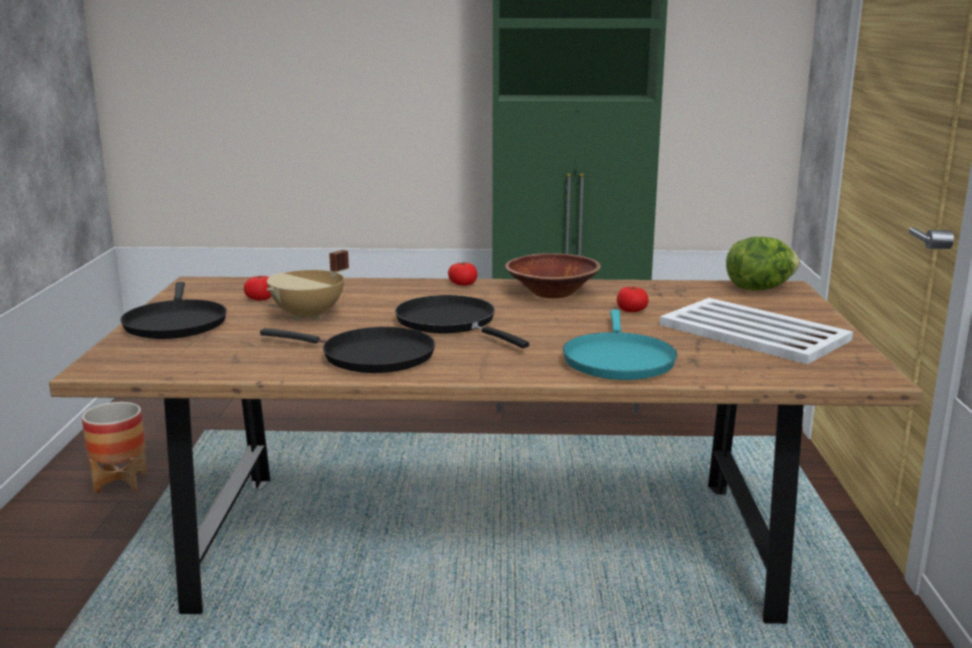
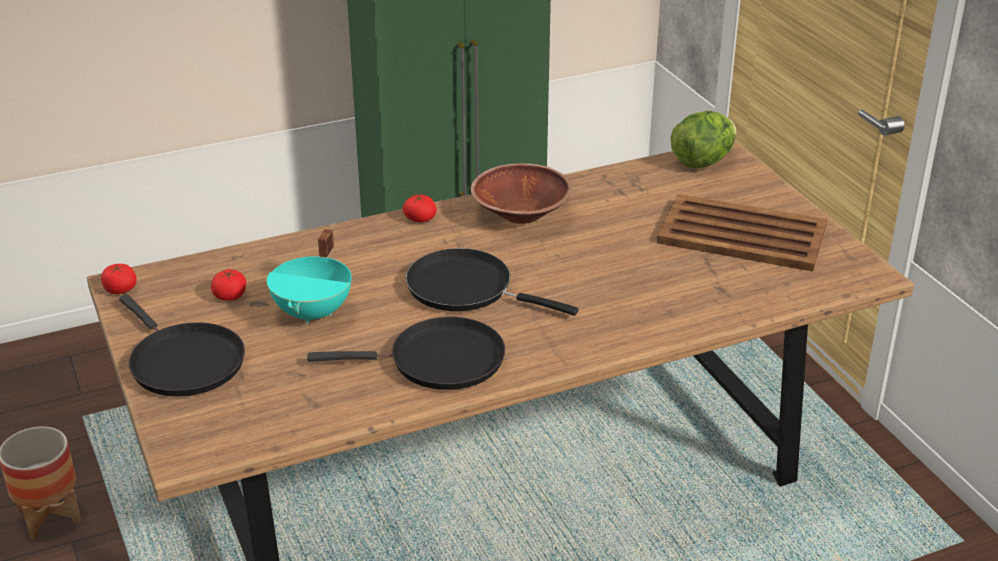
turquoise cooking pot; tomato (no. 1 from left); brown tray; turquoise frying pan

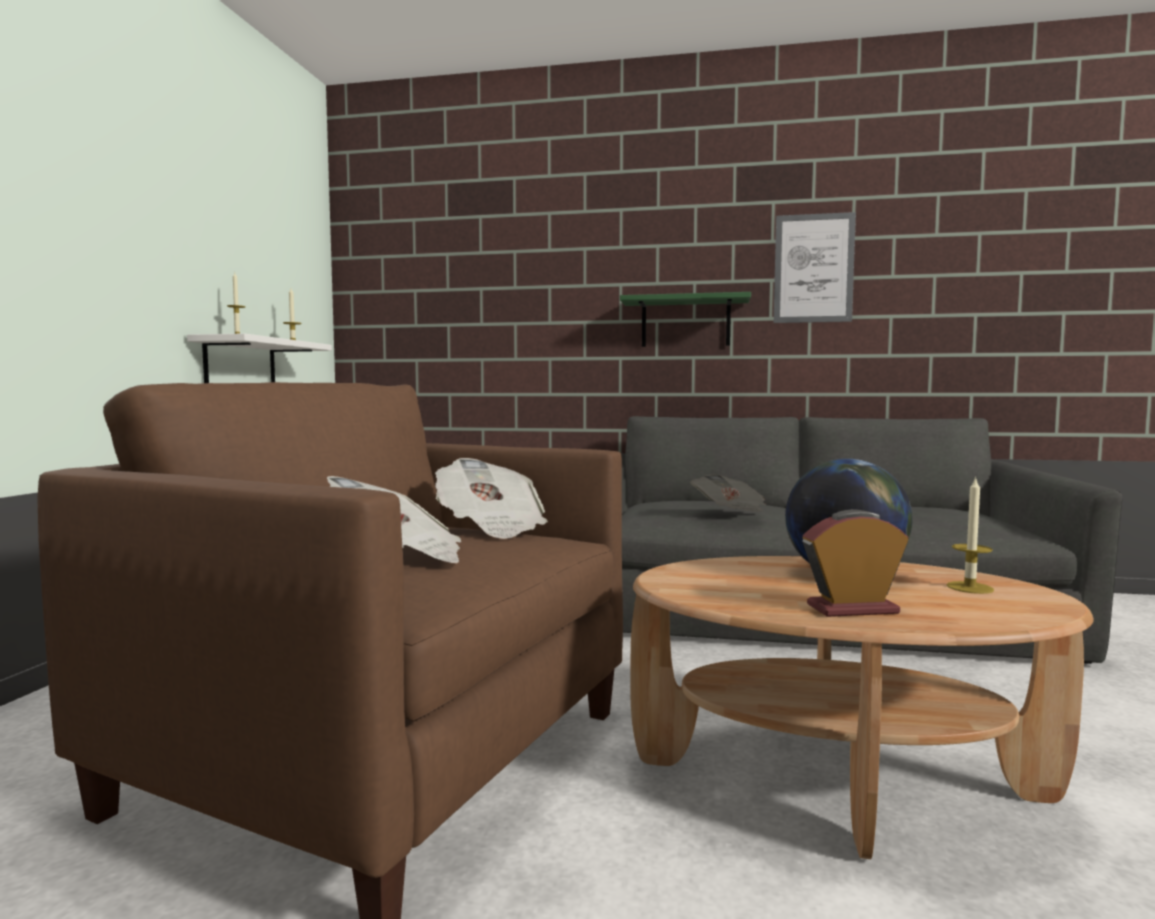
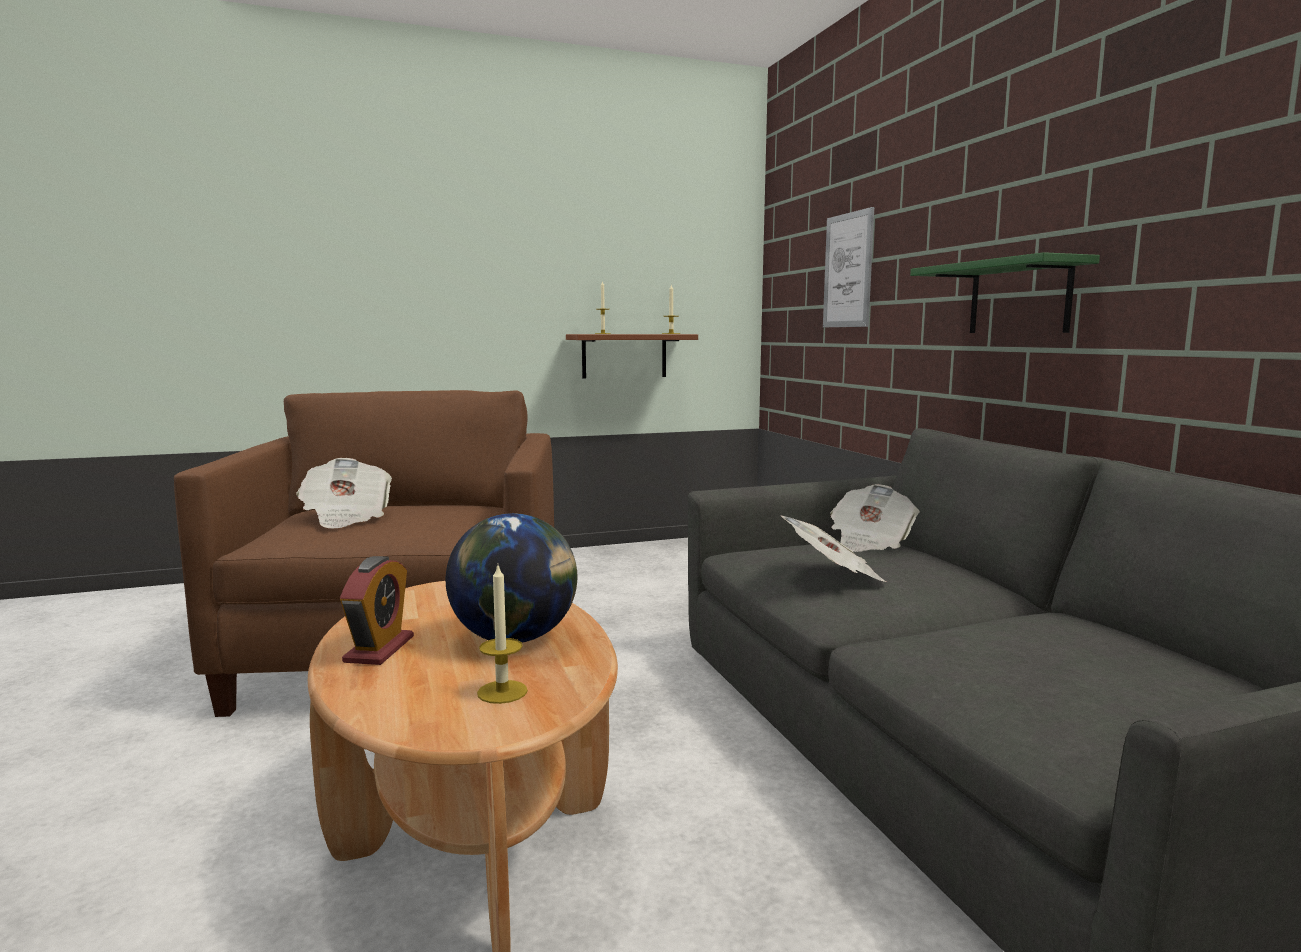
picture; brown shelf; newspaper (no. 3 from left); alarm clock

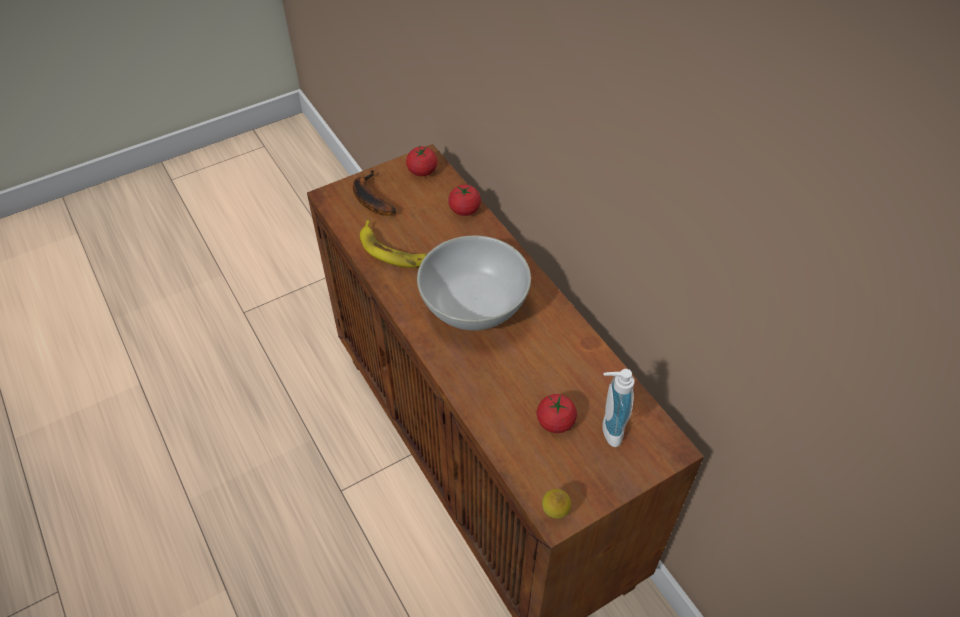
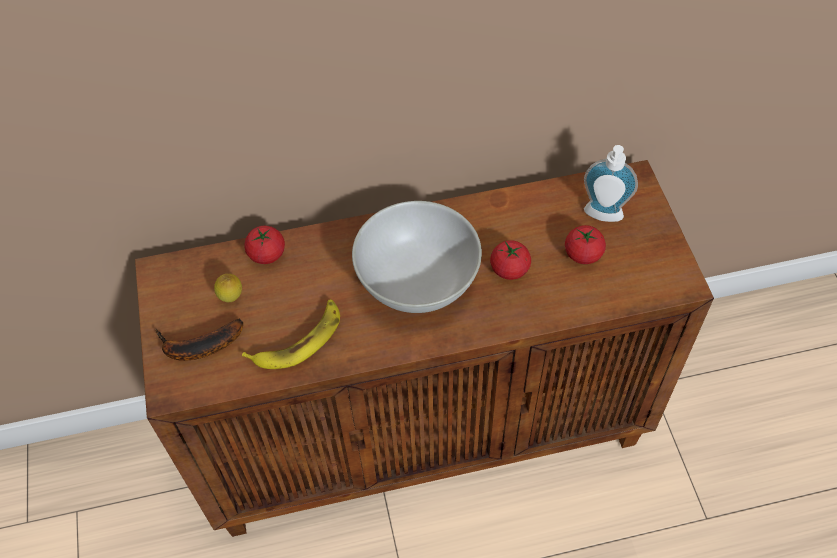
tomato (no. 2 from left); lemon

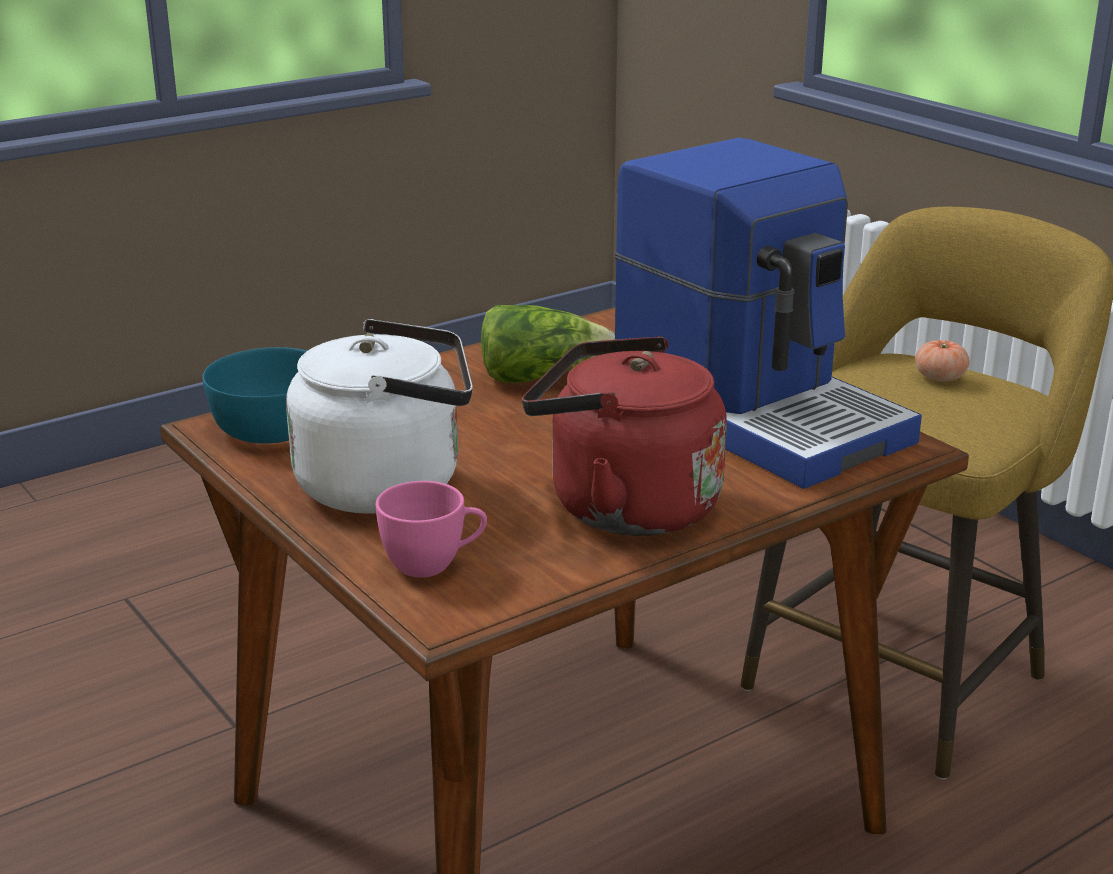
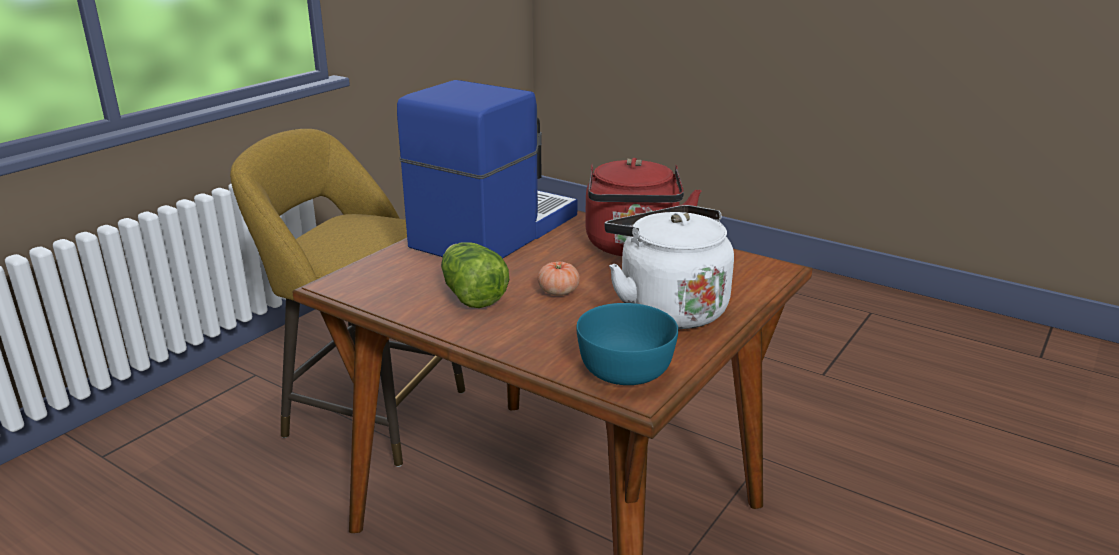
tomato; pink cup

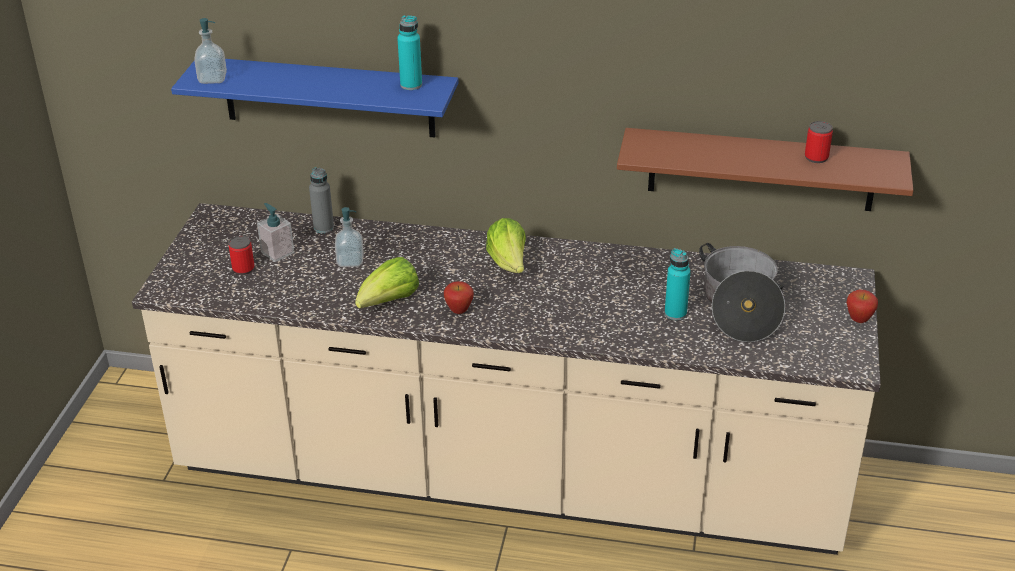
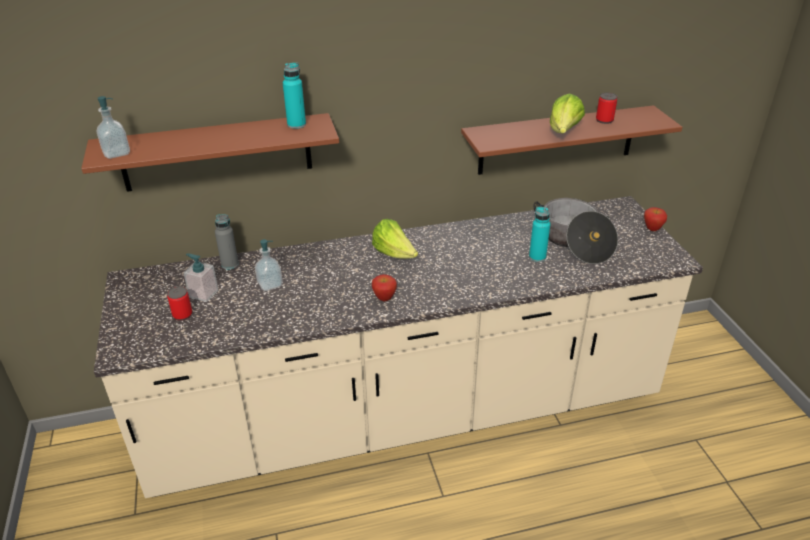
brown shelf (no. 1 from left); lettuce (no. 2 from left)

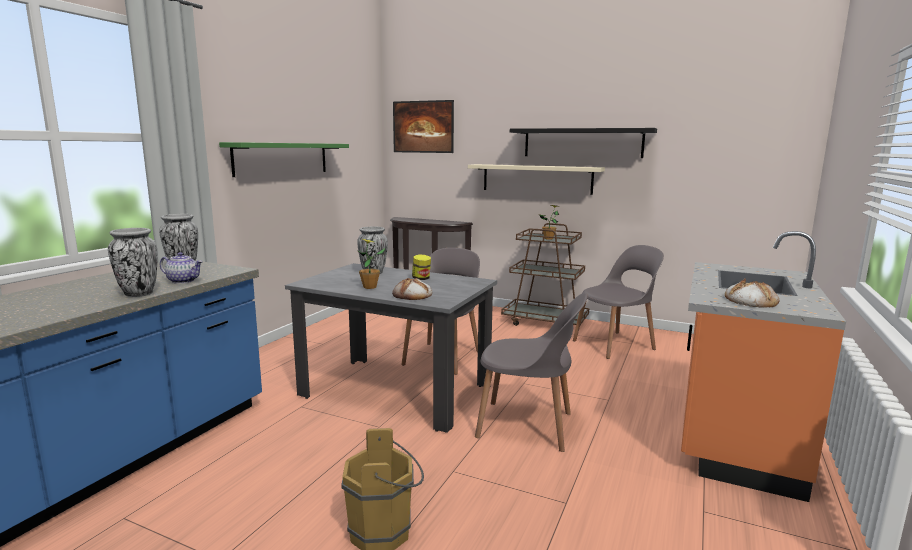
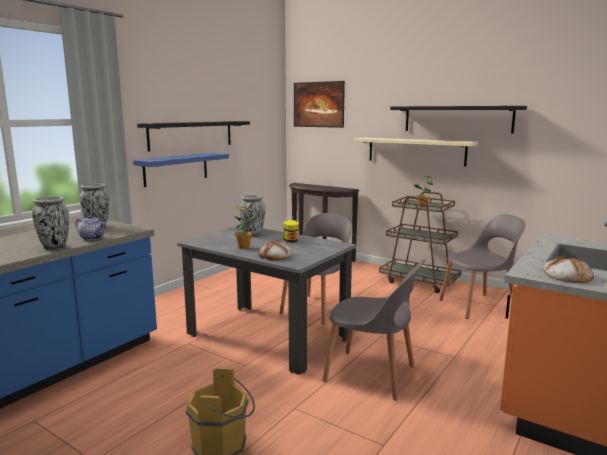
black shelf (no. 1 from left); blue shelf

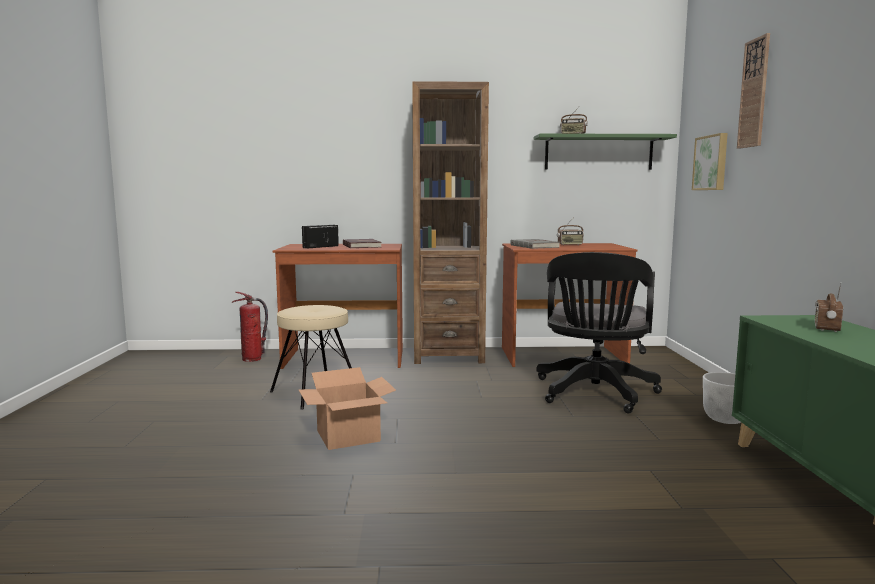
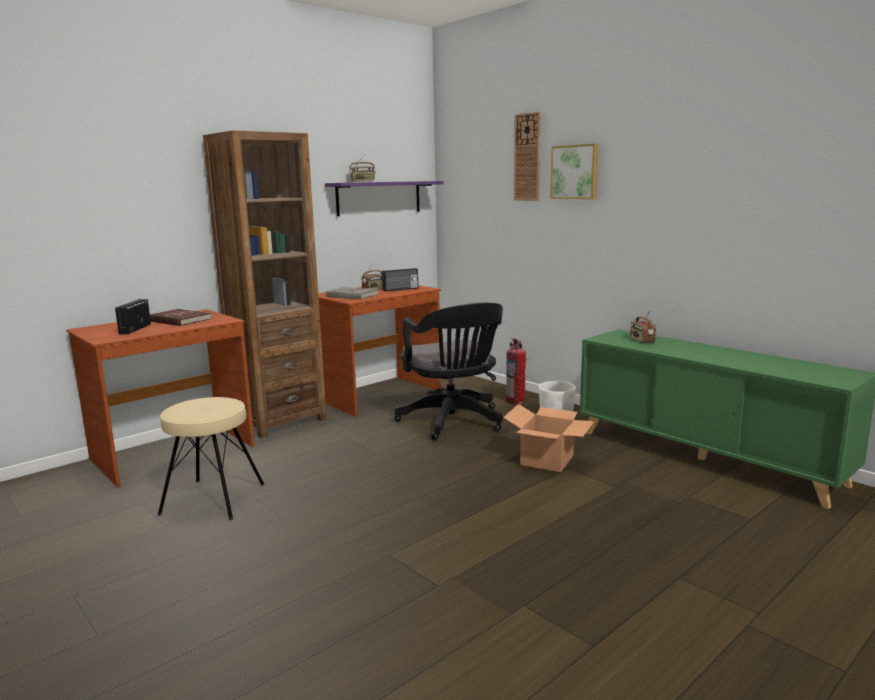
purple shelf; picture; fire extinguisher; cardboard box; radio (no. 4 from left)

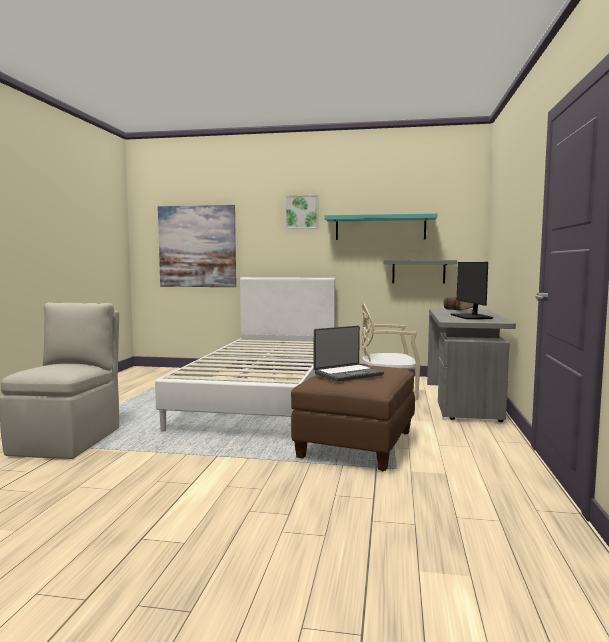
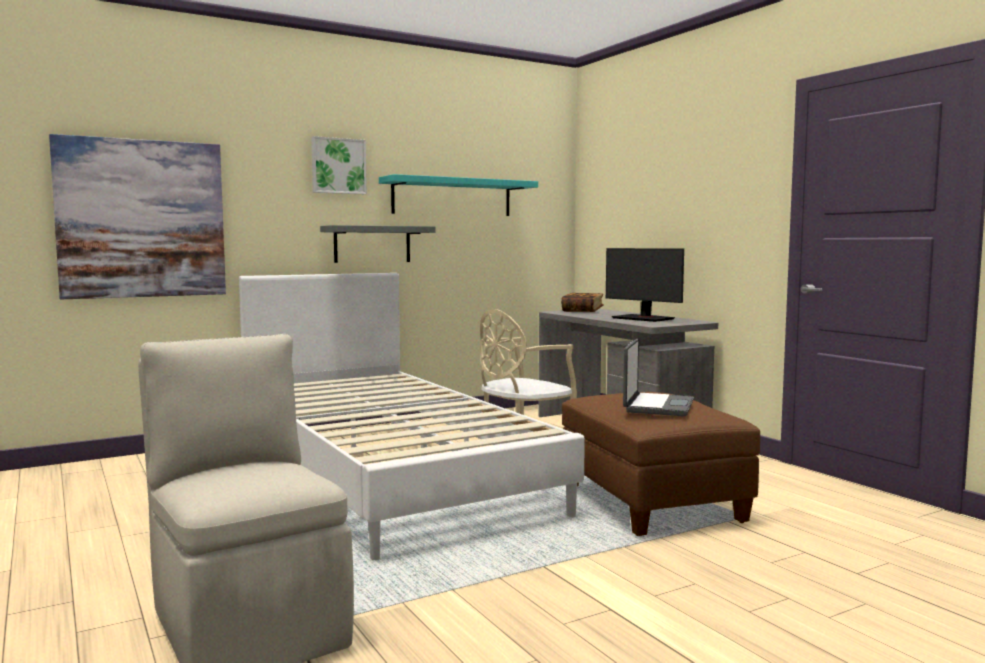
grey shelf

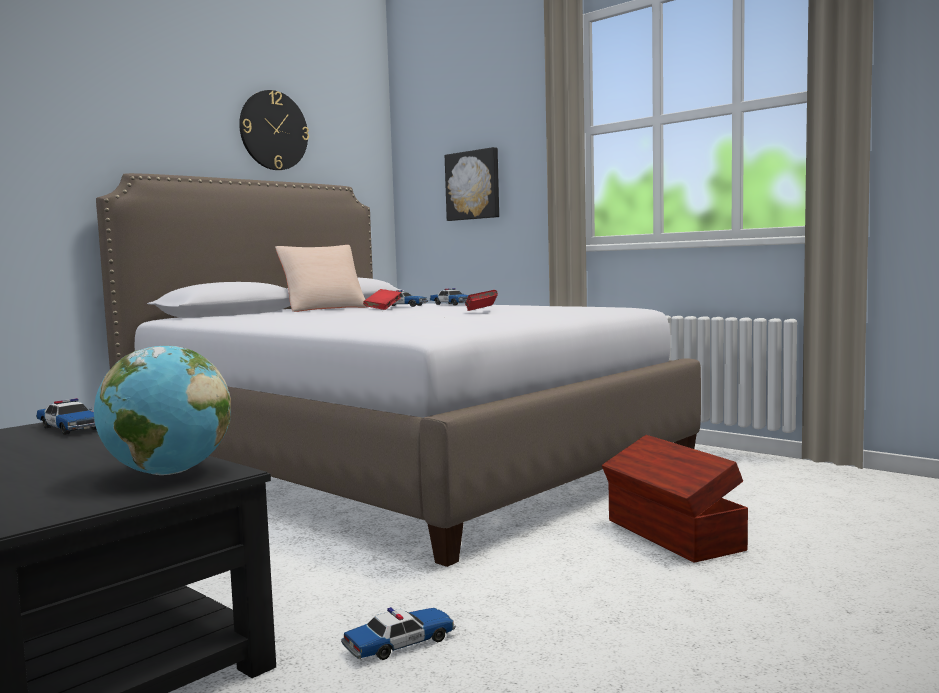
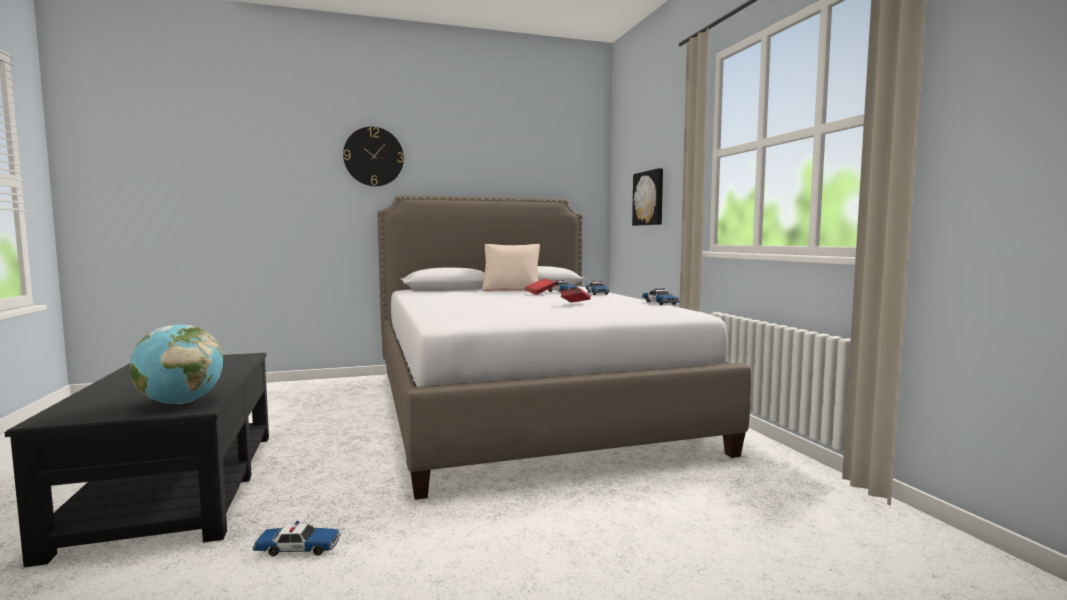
wall clock; toy car (no. 4 from left); brown storage box

